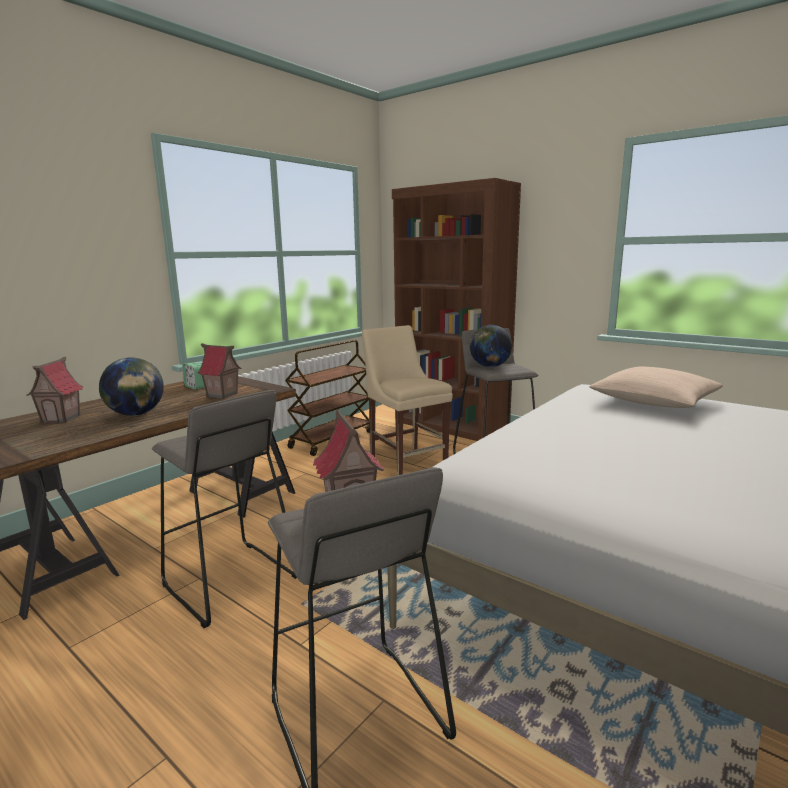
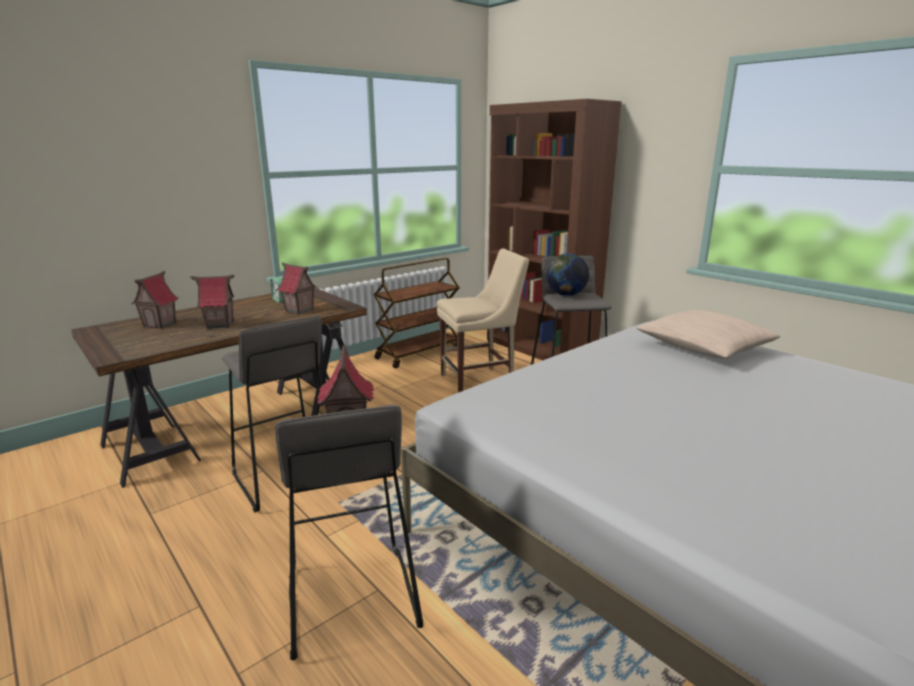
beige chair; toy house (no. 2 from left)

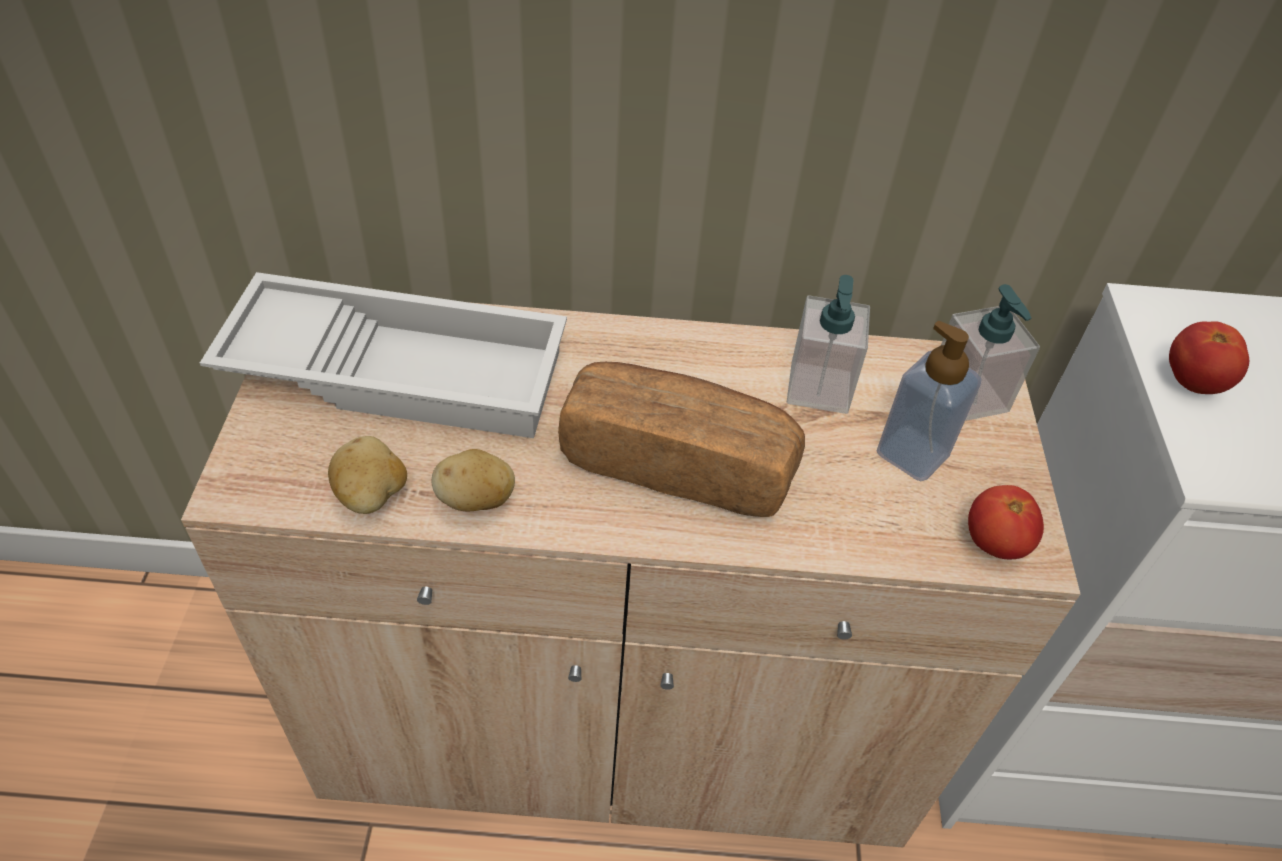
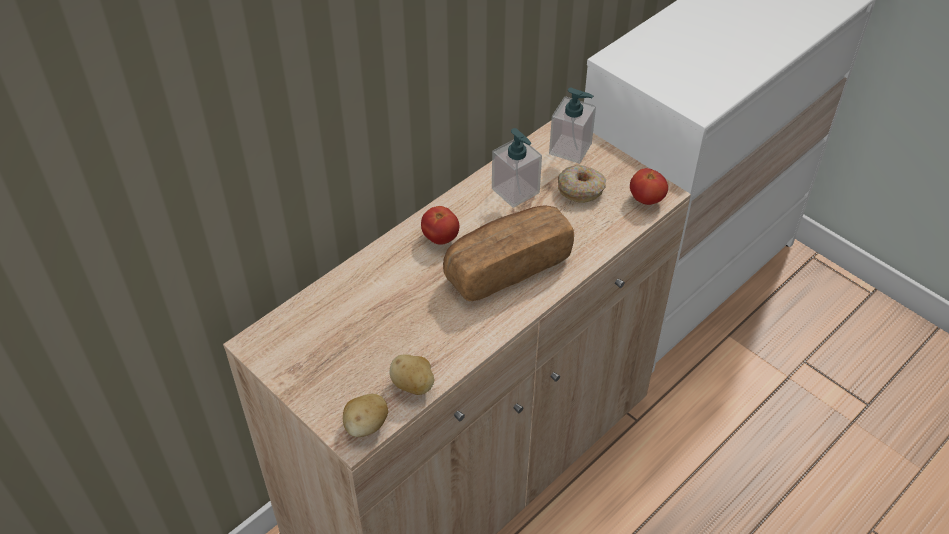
white tray; donut; tomato (no. 1 from left); potato (no. 1 from left)

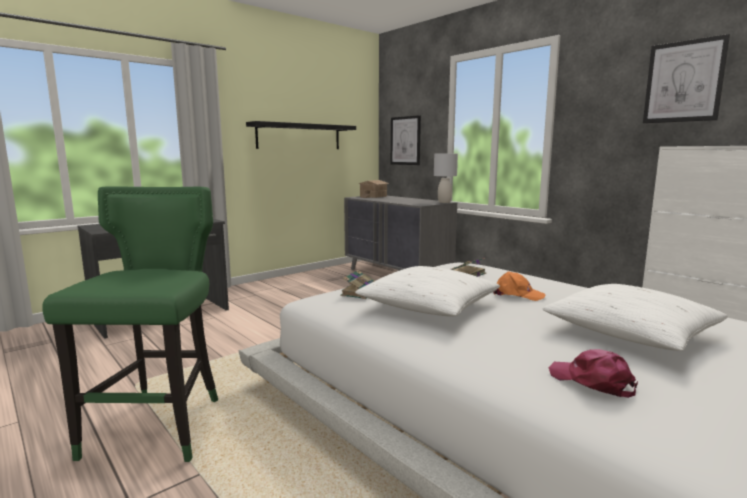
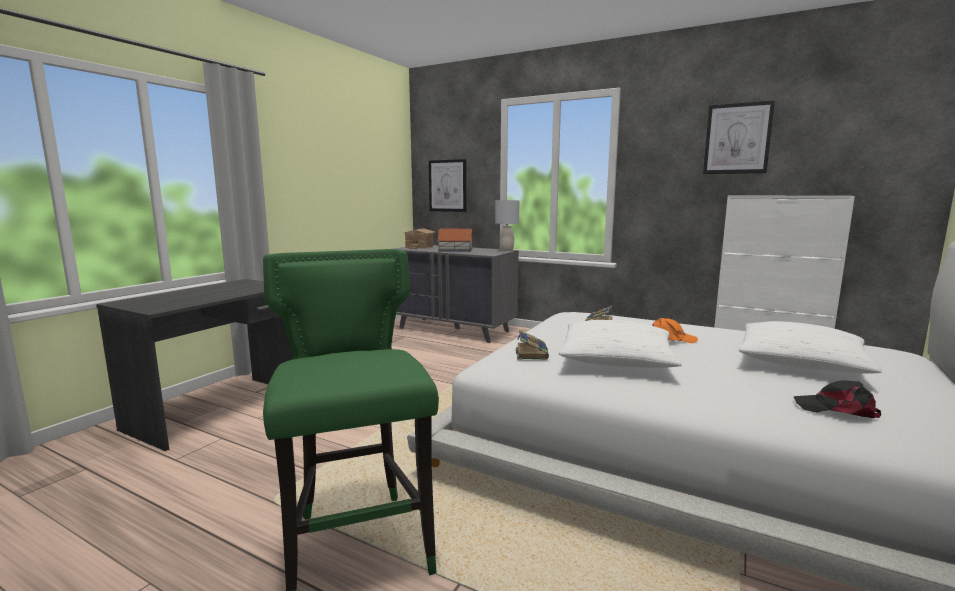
black shelf; black cap; toy house (no. 2 from left)

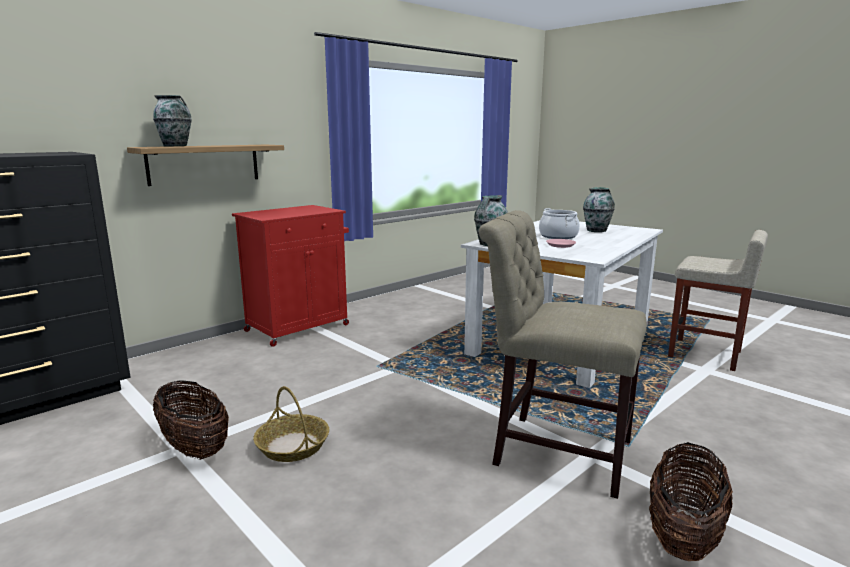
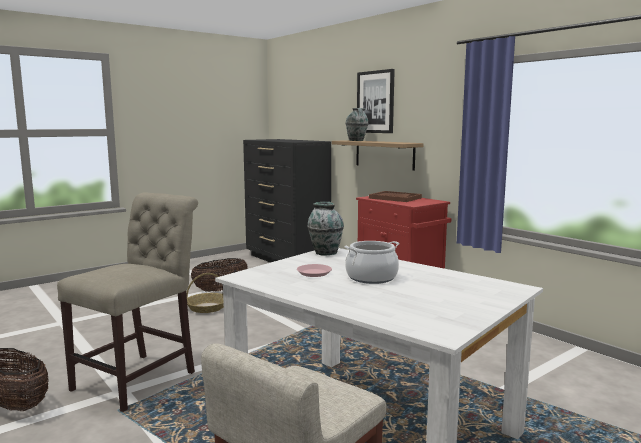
vase (no. 3 from left in the first image); picture; brown tray

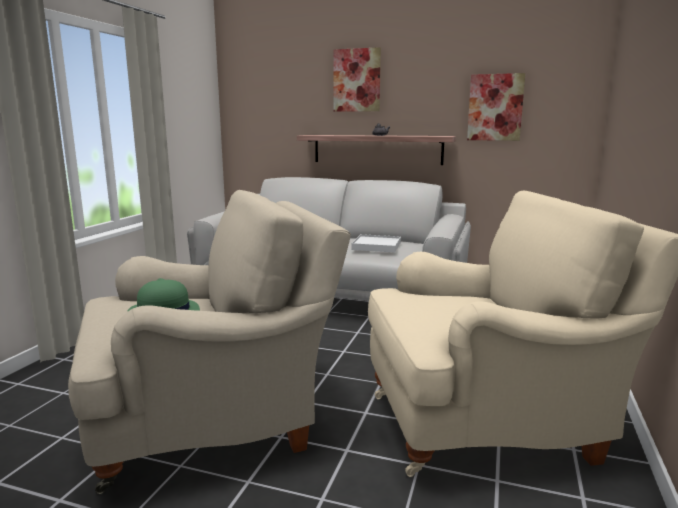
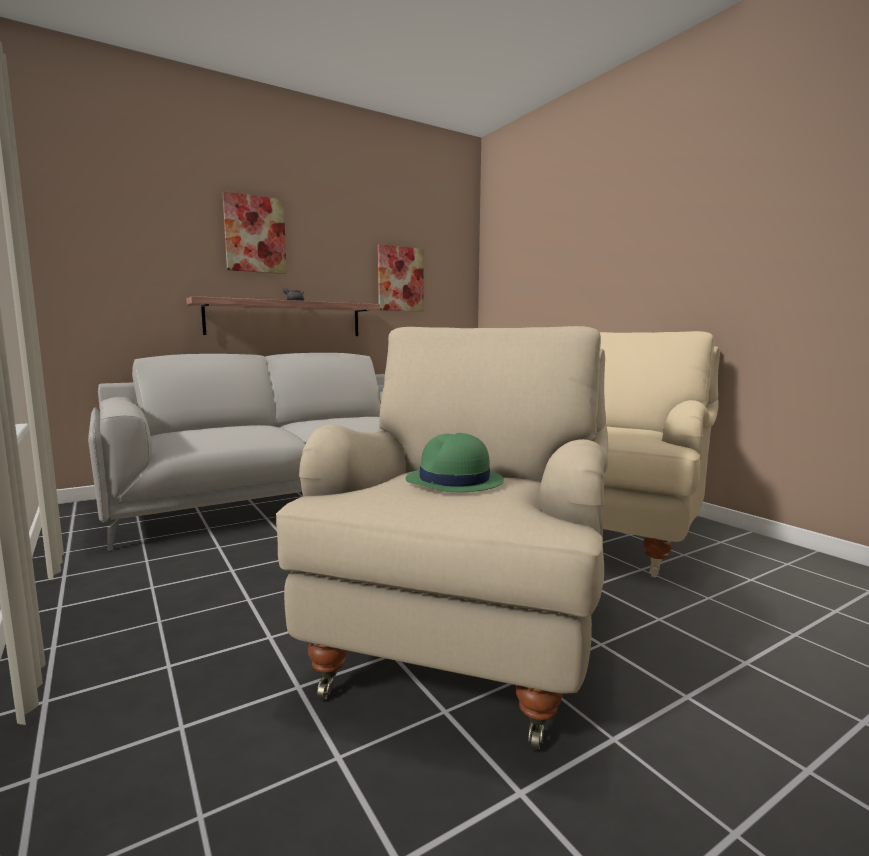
white tray

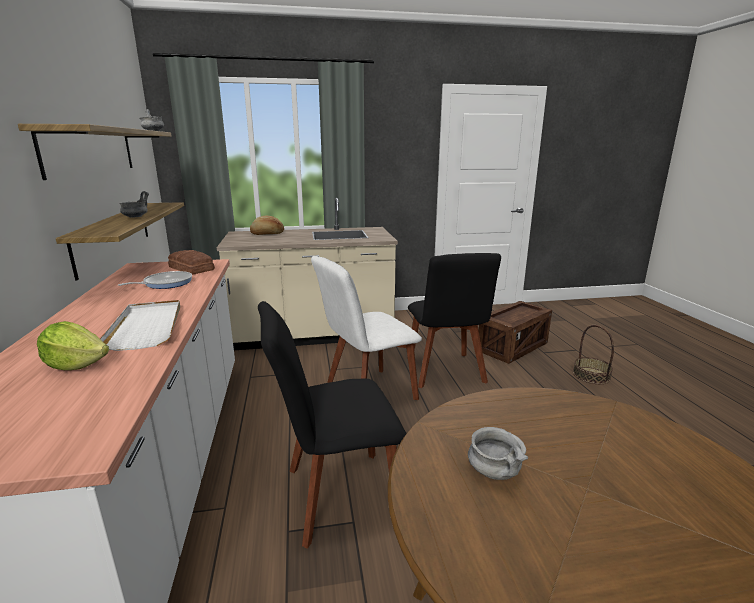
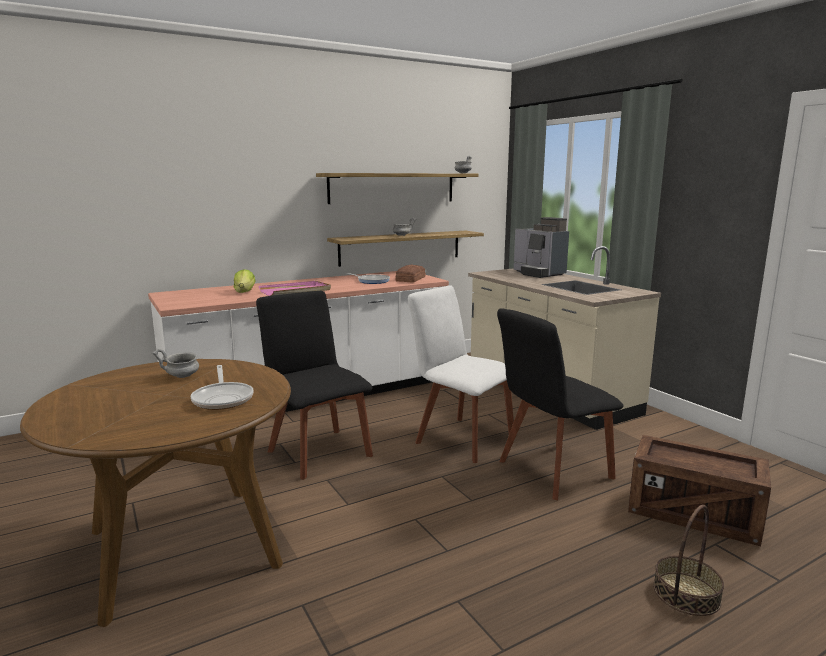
coffee machine; pink tray; frying pan (no. 1 from left)

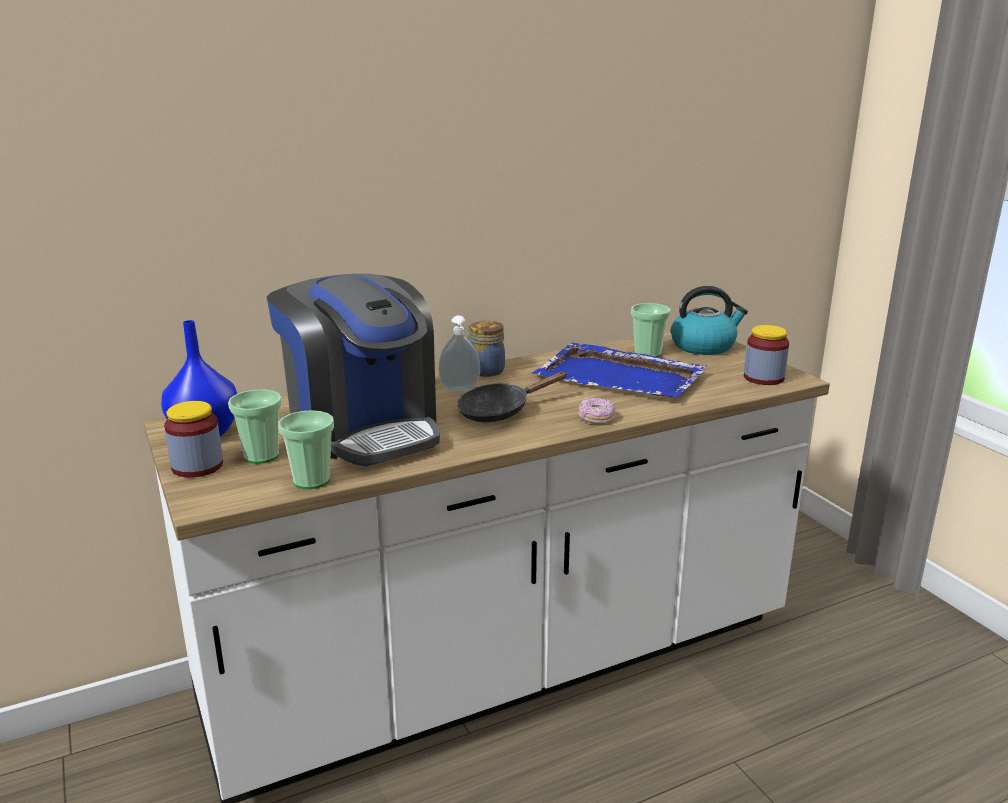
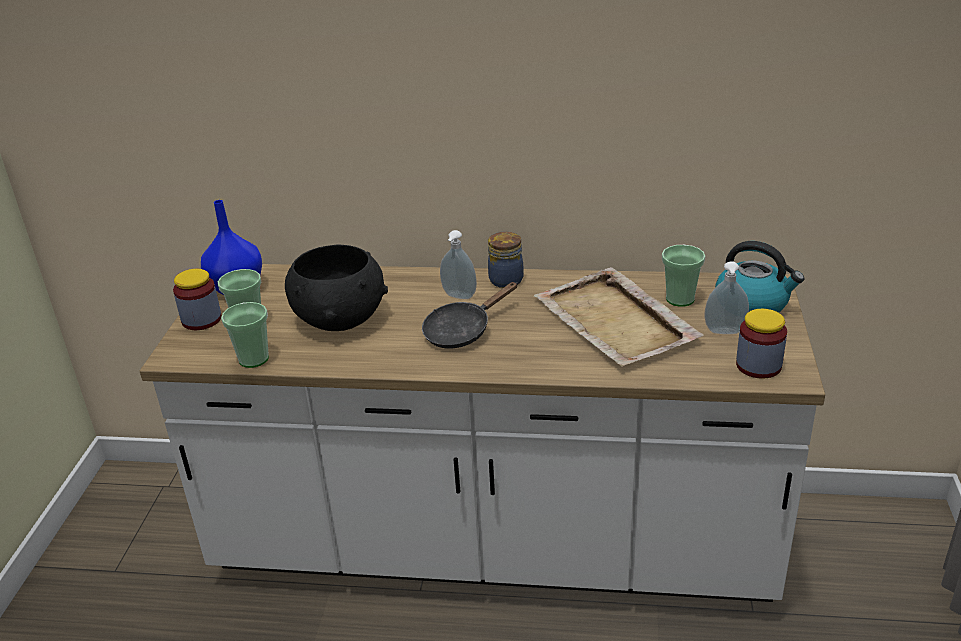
black bowl; beige tray; black frying pan; donut; soap dispenser (no. 2 from left)

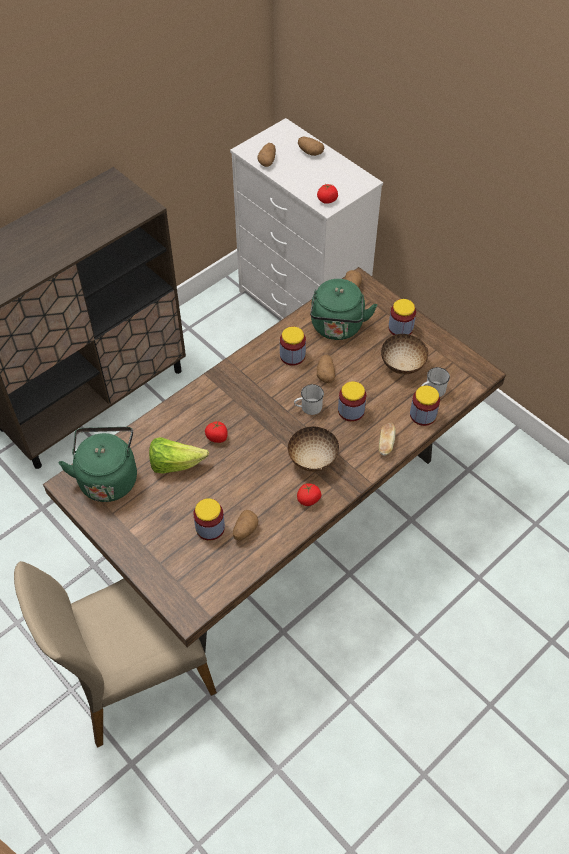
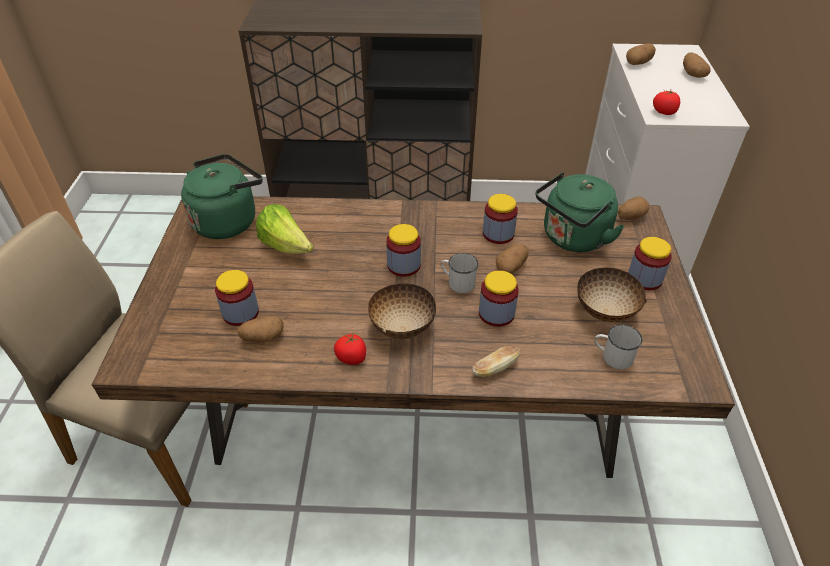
jar (no. 2 from left); tomato (no. 1 from left in the first image)

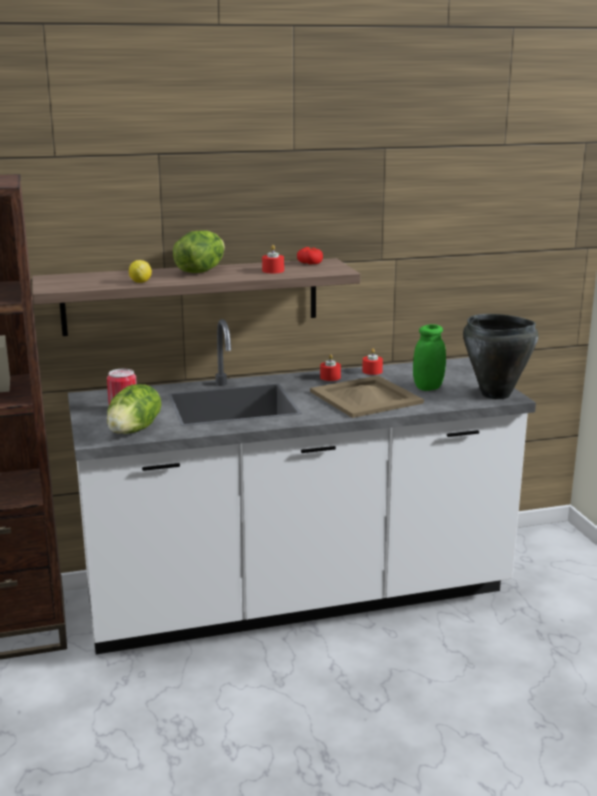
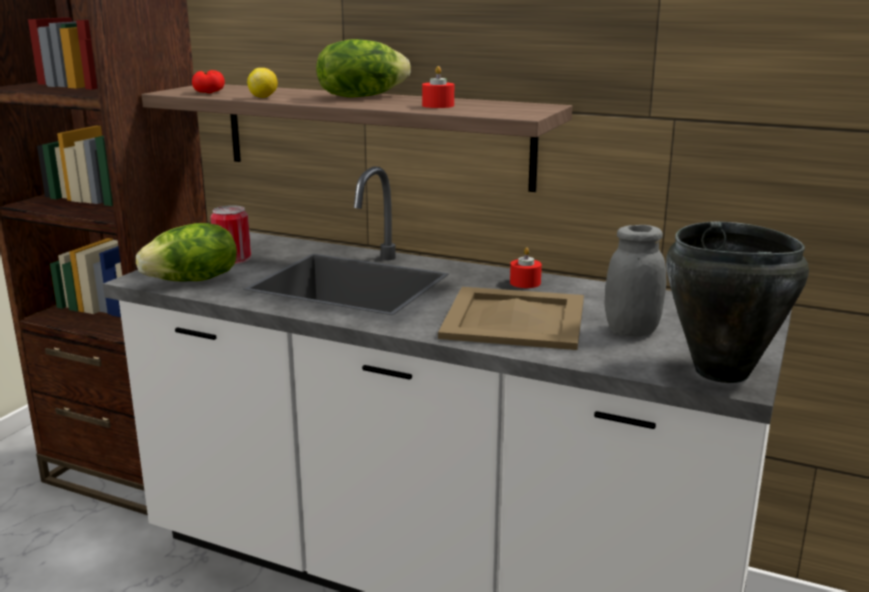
tomato; grey jar; red candle (no. 3 from left in the first image)

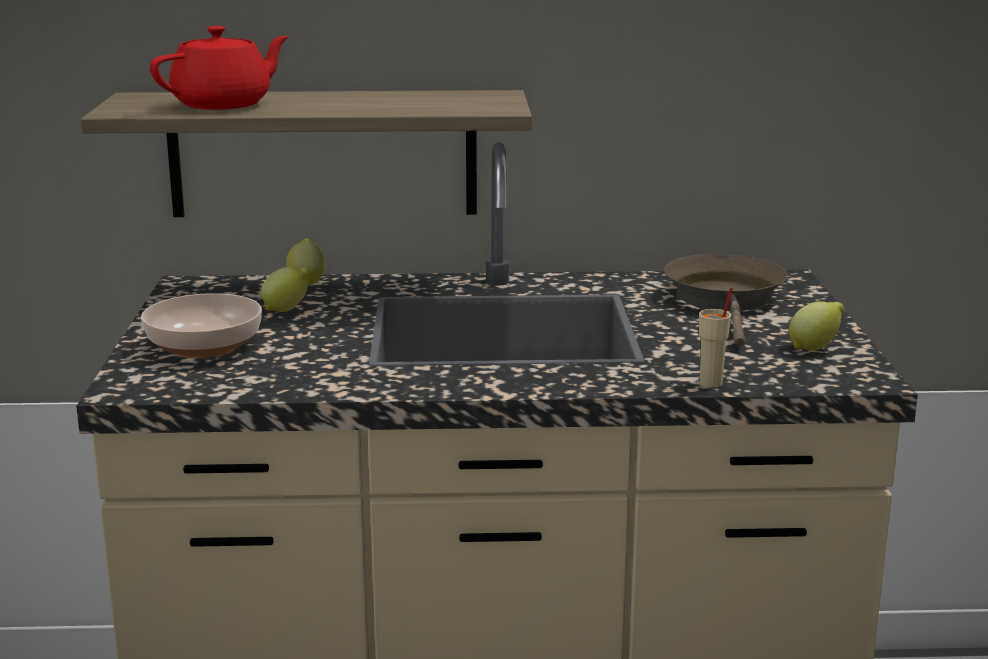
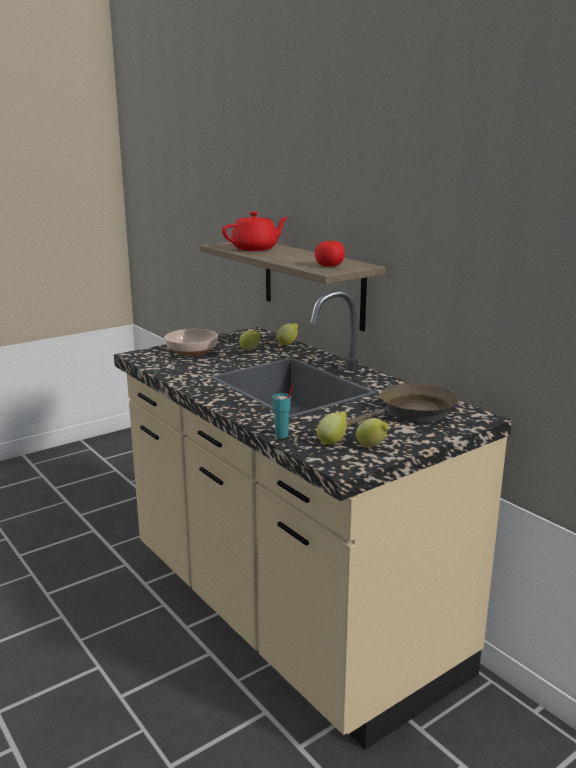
red teapot; turquoise cup; tomato; lemon (no. 3 from left)

